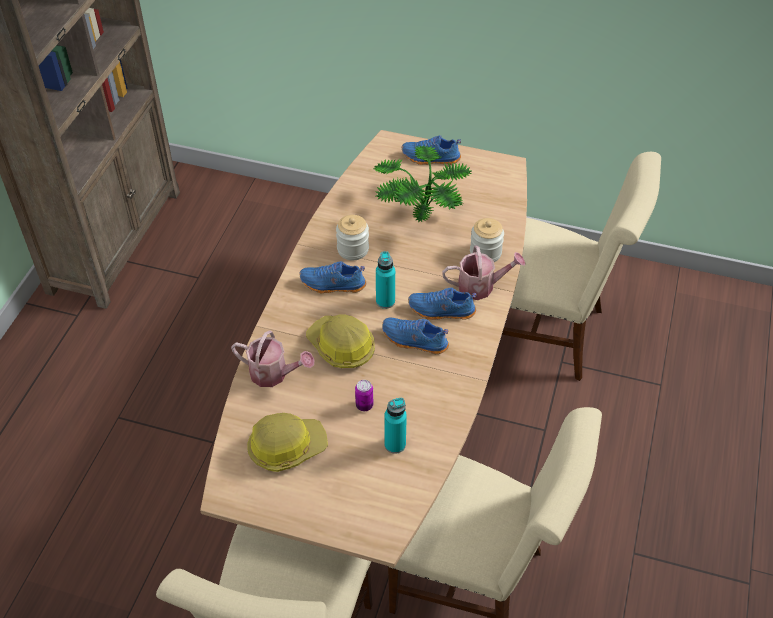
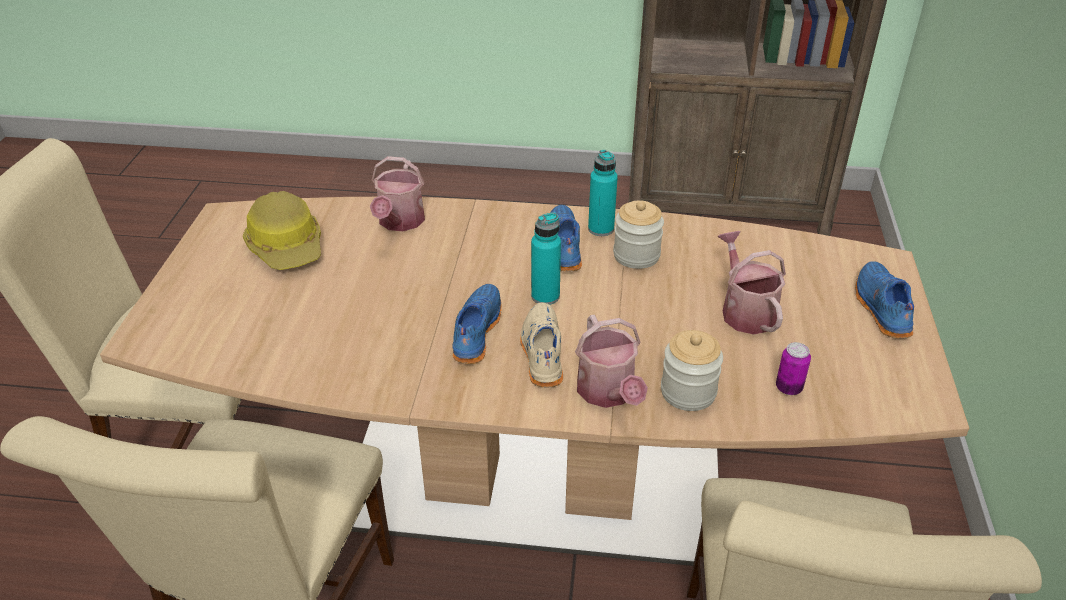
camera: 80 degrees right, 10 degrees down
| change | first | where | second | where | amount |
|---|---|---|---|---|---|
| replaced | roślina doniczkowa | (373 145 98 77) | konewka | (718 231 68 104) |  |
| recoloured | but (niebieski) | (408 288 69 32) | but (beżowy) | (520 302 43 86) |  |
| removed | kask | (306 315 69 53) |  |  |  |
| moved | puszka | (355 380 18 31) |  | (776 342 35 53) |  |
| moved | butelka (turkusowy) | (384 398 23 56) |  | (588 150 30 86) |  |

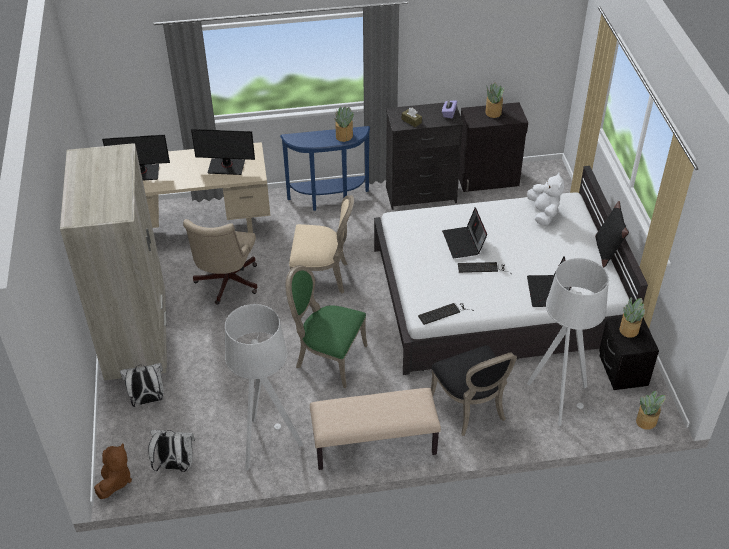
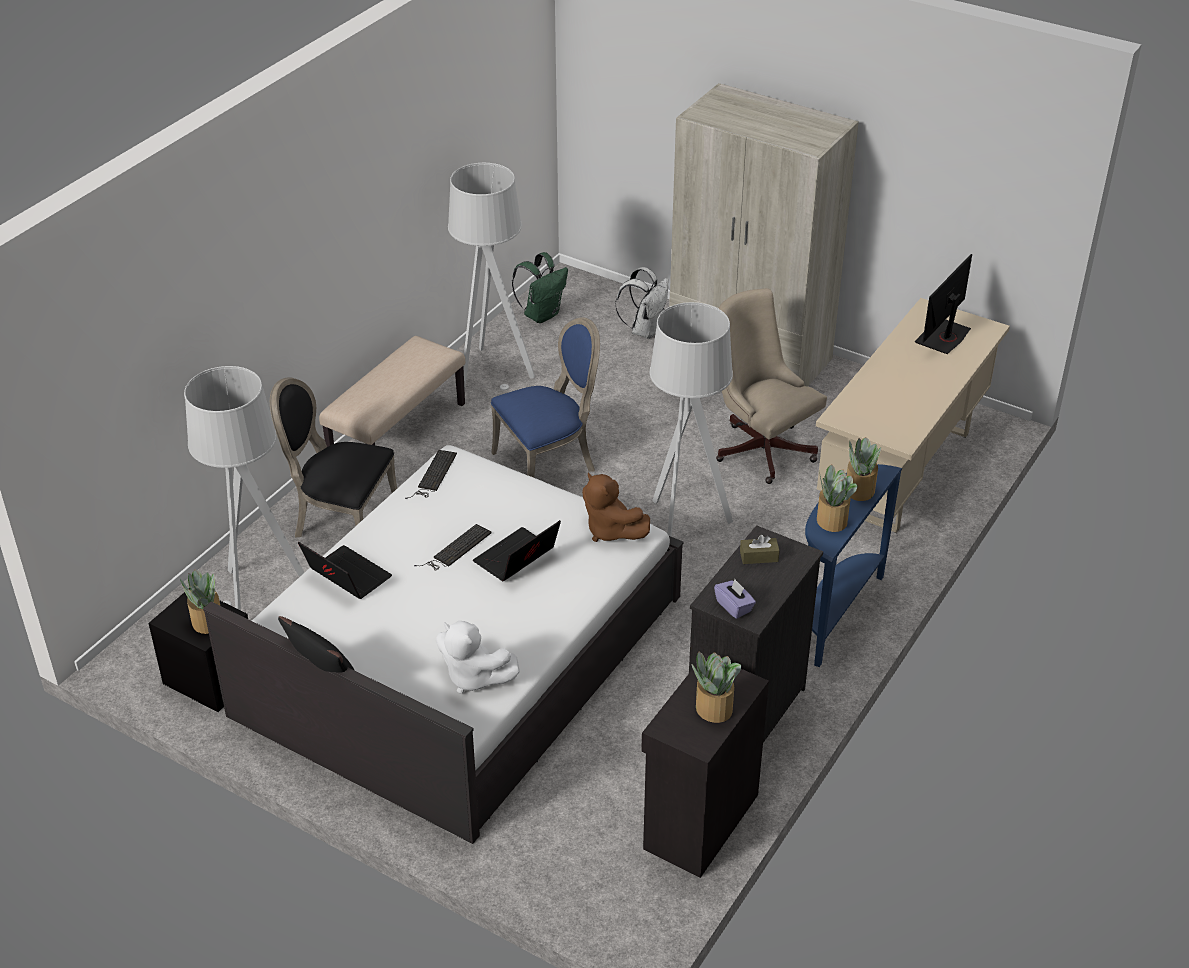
camera: 130 degrees right, 5 degrees down
| change | first | where | second | where | amount |
|---|---|---|---|---|---|
| removed | monitor | (191 129 64 46) |  |  |  |
| replaced | krzesło (beżowy) | (289 195 65 99) | lampa stojąca (szary) | (649 302 84 234) |  |
| turned | laptop | (442 207 45 51) |  | (473 520 88 61) | 75 degrees counterclockwise |
| recoloured | krzesło (zielony) | (286 265 82 123) | krzesło (niebieski) | (491 317 109 161) |  |
| moved | roślina doniczkowa | (636 390 30 40) |  | (847 437 35 64) |  |
| recoloured | plecak (biały) | (148 430 47 42) | plecak (zielony) | (512 252 56 71) |  |
| moved | pluszak (brązowy) | (94 443 38 56) |  | (582 472 68 70) |  |

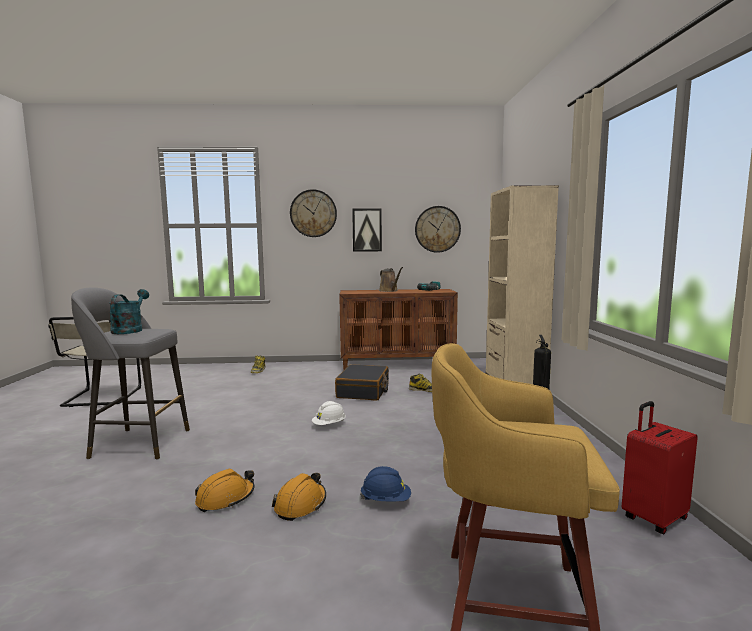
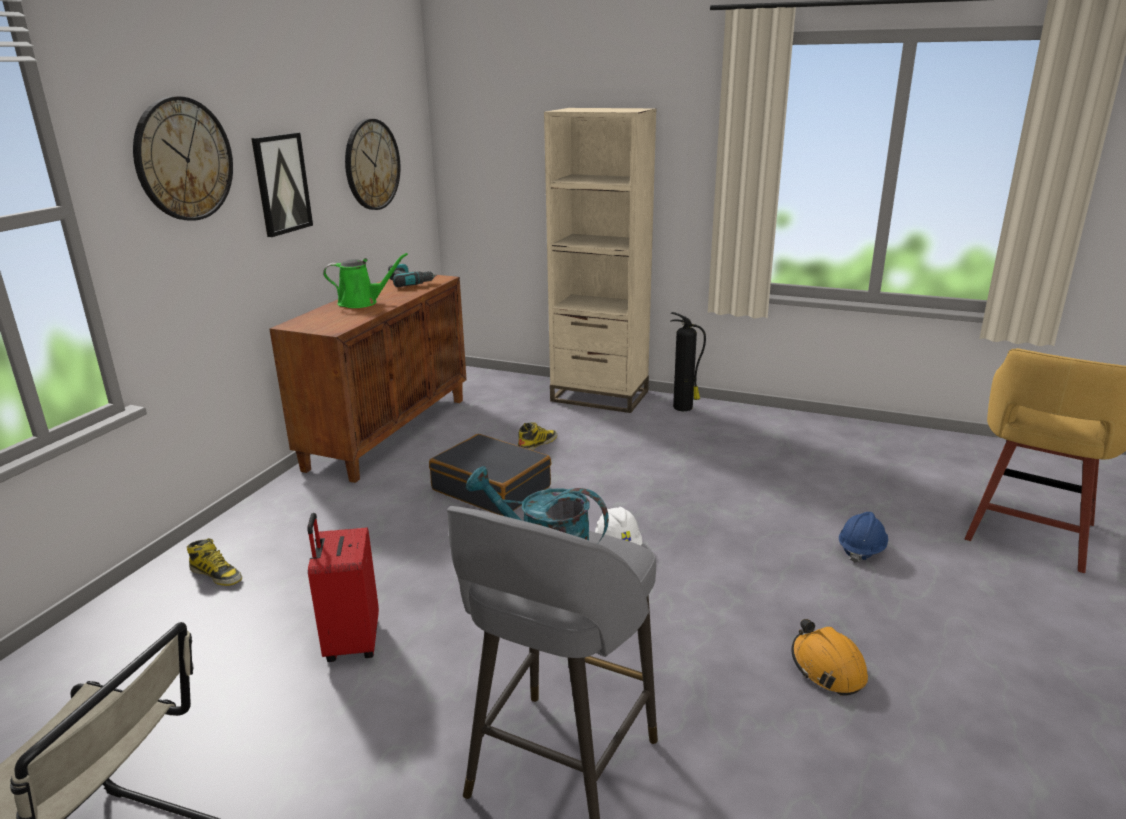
camera: 65 degrees left, 15 degrees up
| change | first | where | second | where | amount |
|---|---|---|---|---|---|
| recoloured | konewka (brązowy) | (379 267 24 25) | konewka (zielony) | (323 253 85 55) |  |
| moved | walizka (czerwony) | (622 401 76 133) |  | (307 513 72 149) |  |
| removed | kask (pomarańczowy) | (272 473 54 48) |  |  |  |

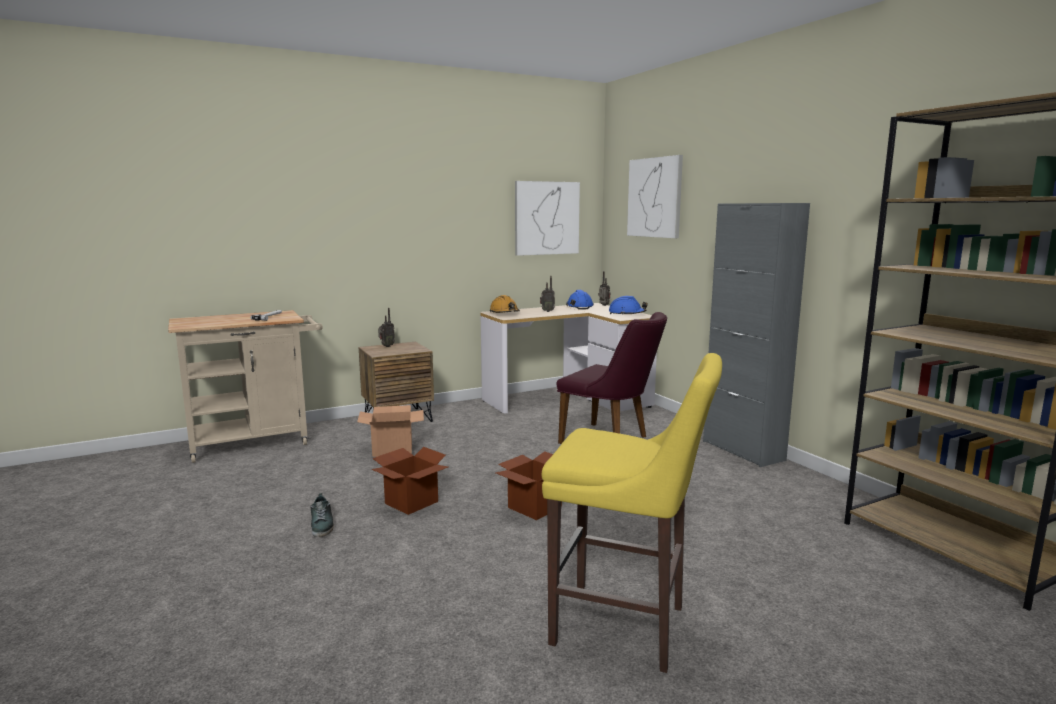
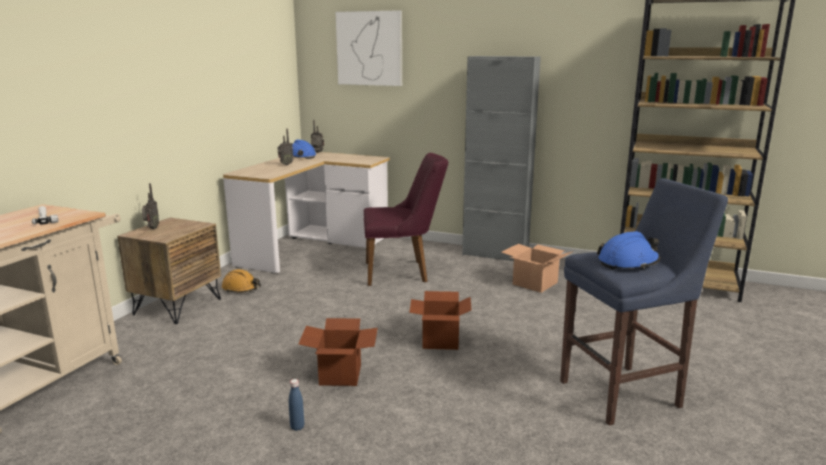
camera: 40 degrees left, 5 degrees up
| change | first | where | second | where | amount |
|---|---|---|---|---|---|
| removed | obraz | (515 181 65 75) |  |  |  |
| moved | kask (pomarańczowy) | (490 295 30 18) |  | (222 269 39 24) |  |
| moved | kask (niebieski) | (609 296 39 19) |  | (597 231 63 39) |  |
| recoloured | stołek (żółty) | (542 353 180 320) | stołek (niebieski) | (560 178 168 248) |  |
| moved | karton | (357 405 67 52) |  | (501 244 73 49) |  |
| replaced | but | (310 493 24 44) | butelka (niebieski) | (289 379 15 52) |  |

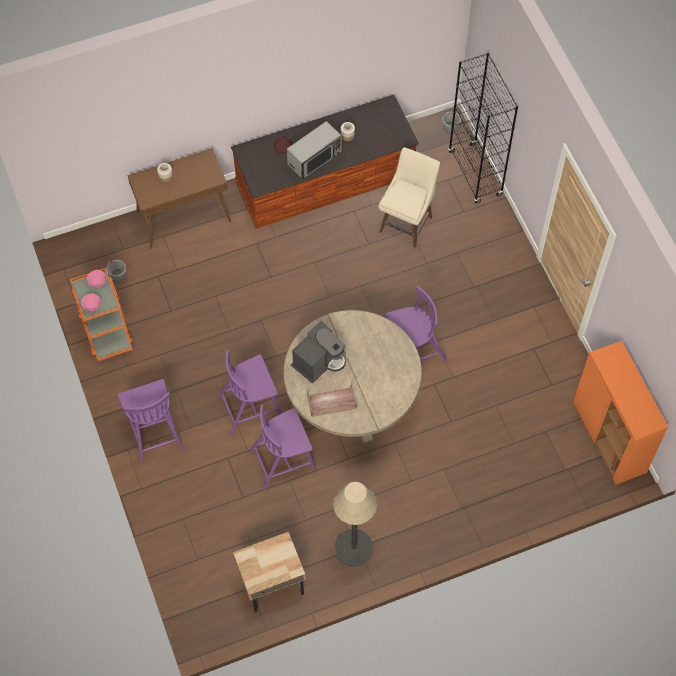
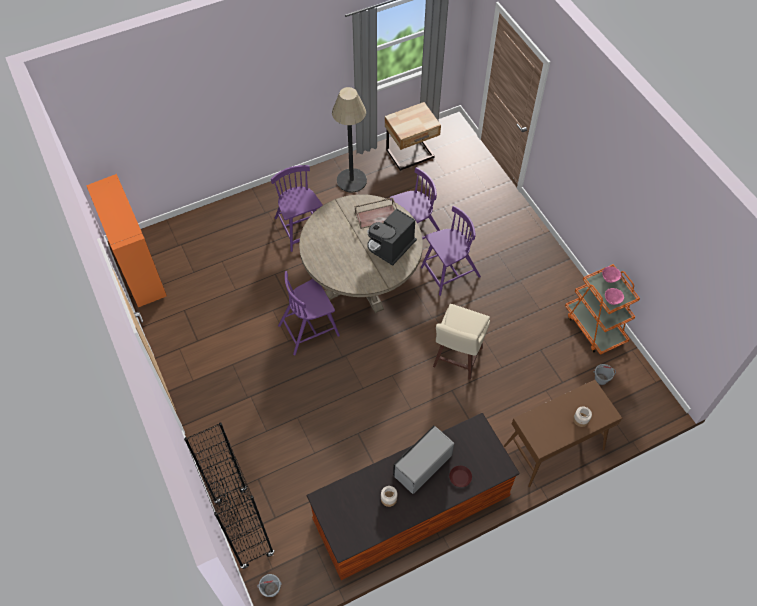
camera: 175 degrees right, 5 degrees down
| change | first | where | second | where | amount |
|---|---|---|---|---|---|
| moved | stołek (beżowy) | (378 148 62 100) |  | (433 304 57 76) |  |
| moved | krzesło (fioletowy) | (118 379 65 84) |  | (271 165 52 87) |  |

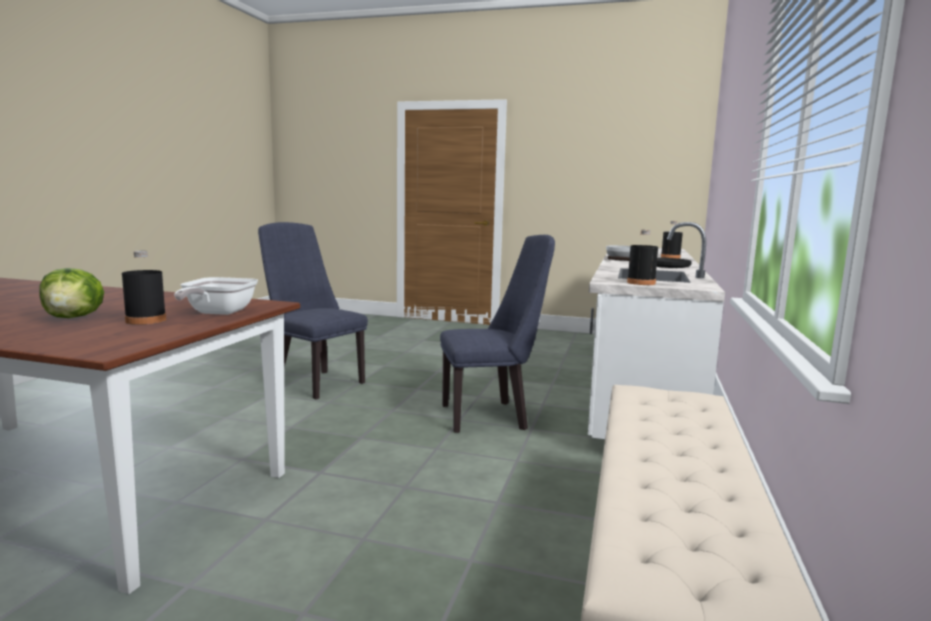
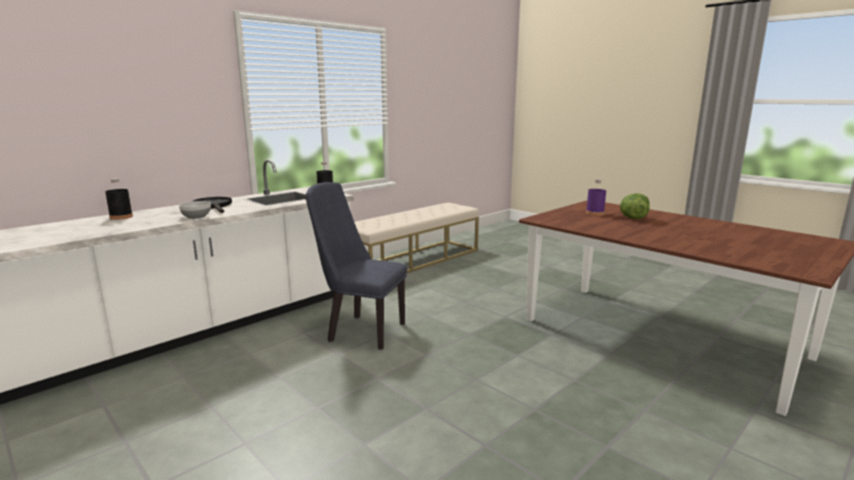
camera: 150 degrees left, 5 degrees up
| change | first | where | second | where | amount |
|---|---|---|---|---|---|
| removed | krzesło (niebieski) | (258 222 110 177) |  |  |  |
| recoloured | butelka (czarny) | (122 251 44 74) | butelka (fioletowy) | (586 180 20 36) |  |
| removed | patelnia | (174 277 84 38) |  |  |  |

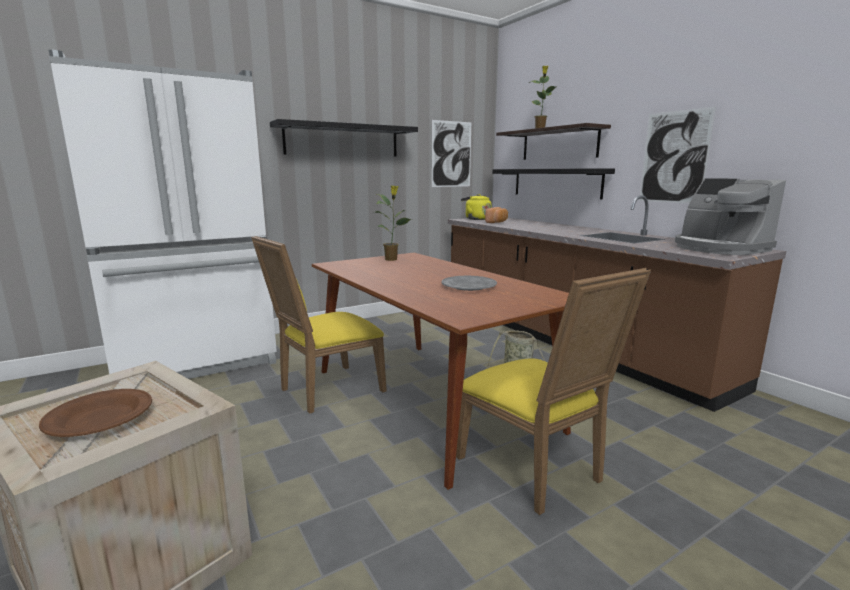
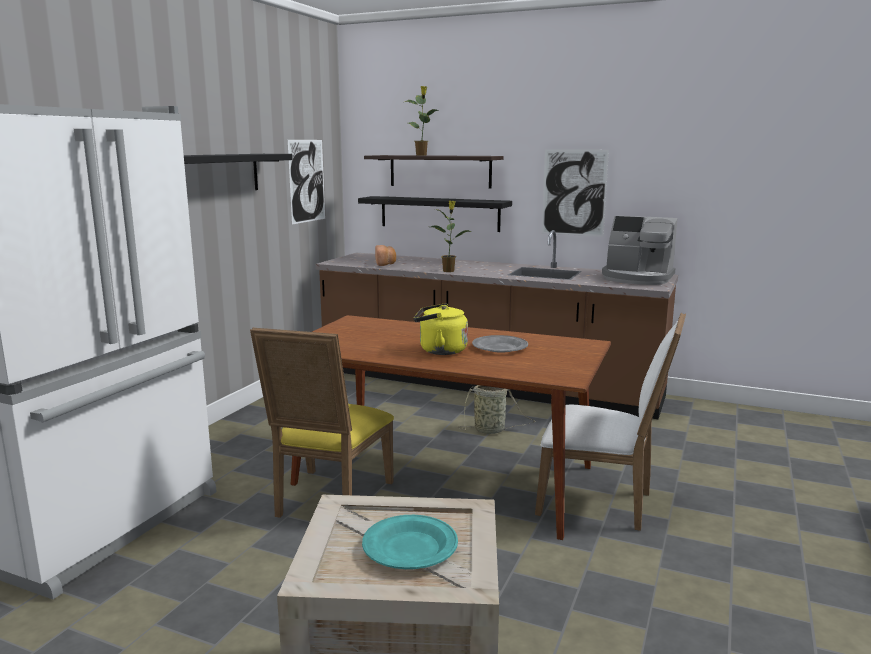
camera: 35 degrees left, 0 degrees up
| change | first | where | second | where | amount |
|---|---|---|---|---|---|
| moved | roślina doniczkowa | (374 185 39 76) |  | (431 201 41 71) |  |
| moved | czajnik (żółty) | (461 194 30 26) |  | (414 303 54 52) |  |
| recoloured | krzesło (żółty) | (456 268 195 247) | krzesło (biały) | (535 312 151 219) |  |
| recoloured | talerz (brązowy) | (39 389 113 48) | talerz (turkusowy) | (362 515 96 54) |  |

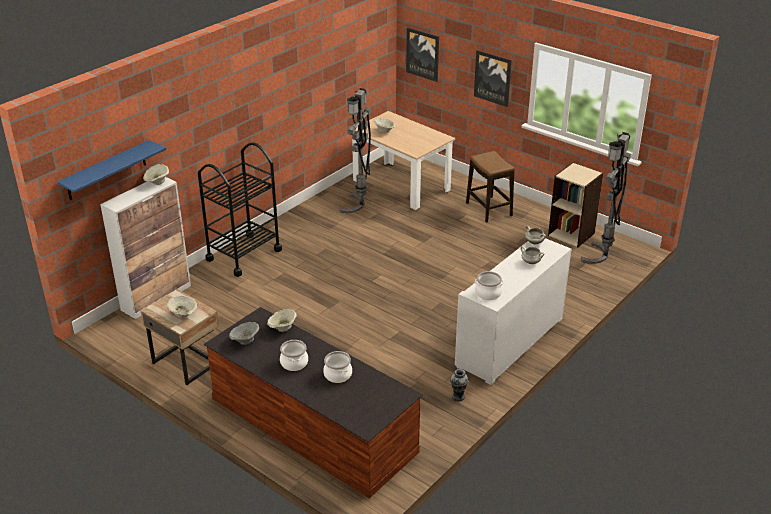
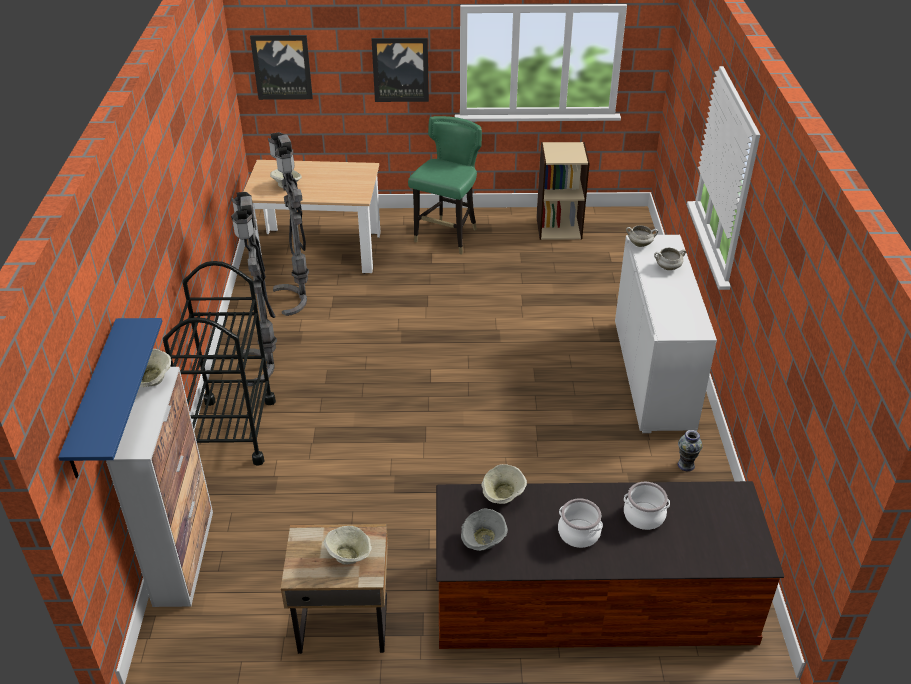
camera: 40 degrees left, 5 degrees up
| change | first | where | second | where | amount |
|---|---|---|---|---|---|
| moved | lampa stojąca (szary) | (581 132 50 132) |  | (231 192 46 194) |  |
| replaced | stołek | (466 151 49 72) | krzesło (zielony) | (408 116 74 138) |  |
| removed | garnek | (475 271 29 29) |  |  |  |

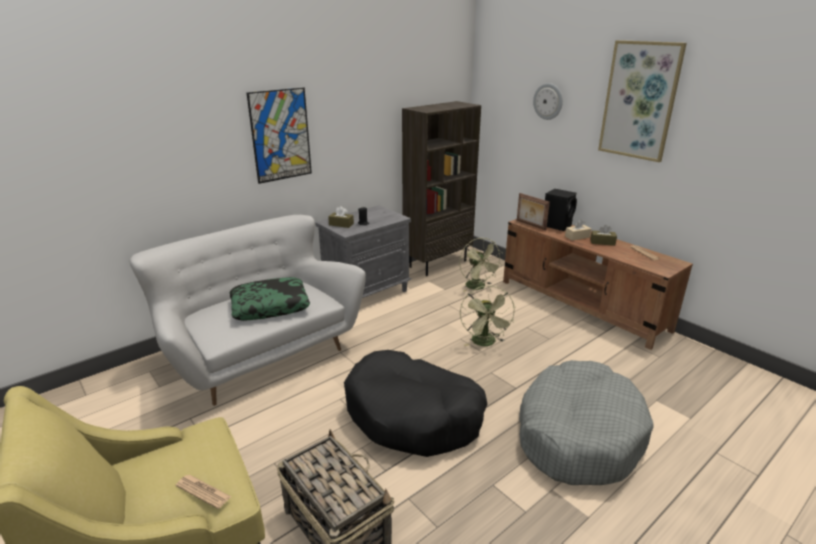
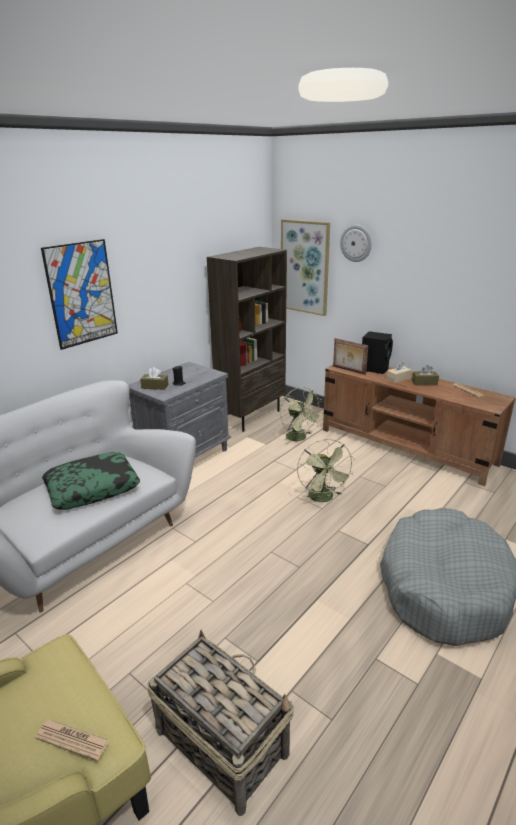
camera: 10 degrees left, 0 degrees up
| change | first | where | second | where | amount |
|---|---|---|---|---|---|
| moved | obraz | (598 40 89 122) |  | (281 219 49 97) |  |
| removed | legowisko (czarny) | (344 350 143 107) |  |  |  |

